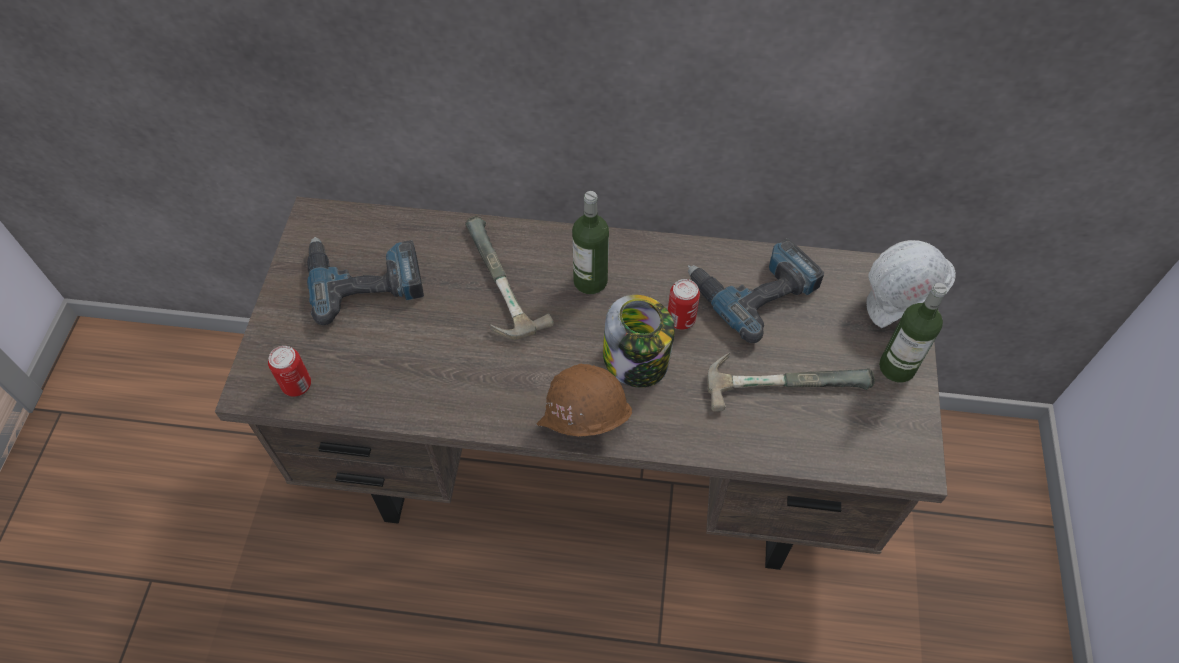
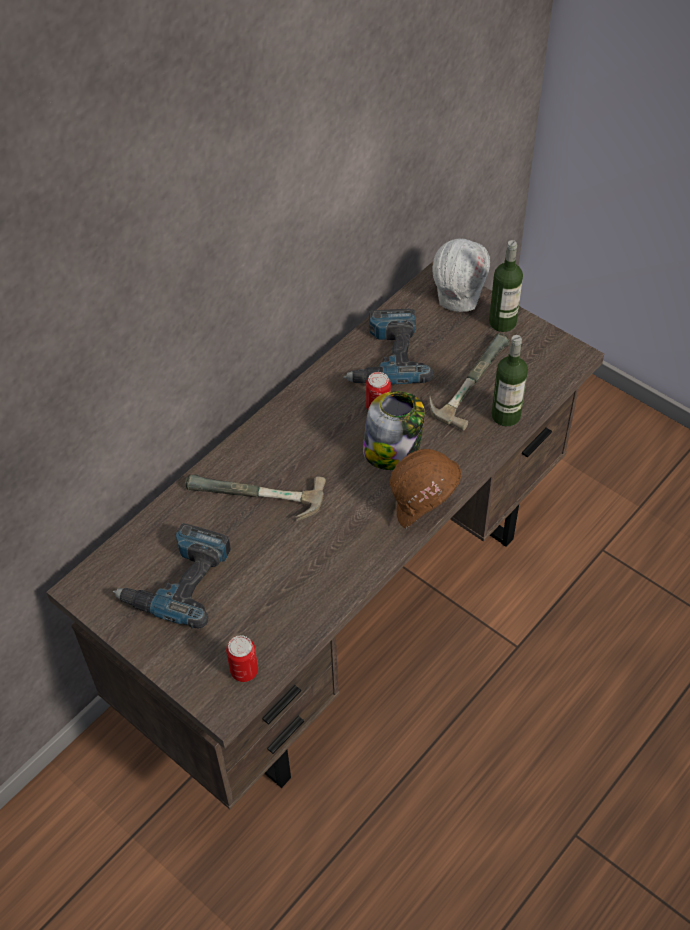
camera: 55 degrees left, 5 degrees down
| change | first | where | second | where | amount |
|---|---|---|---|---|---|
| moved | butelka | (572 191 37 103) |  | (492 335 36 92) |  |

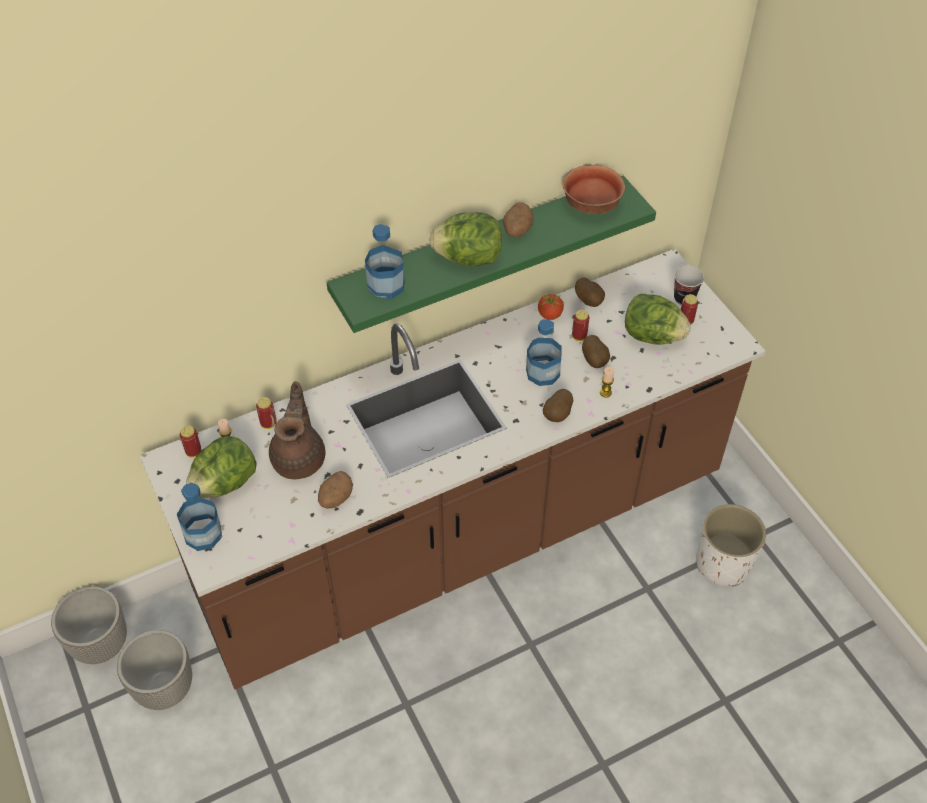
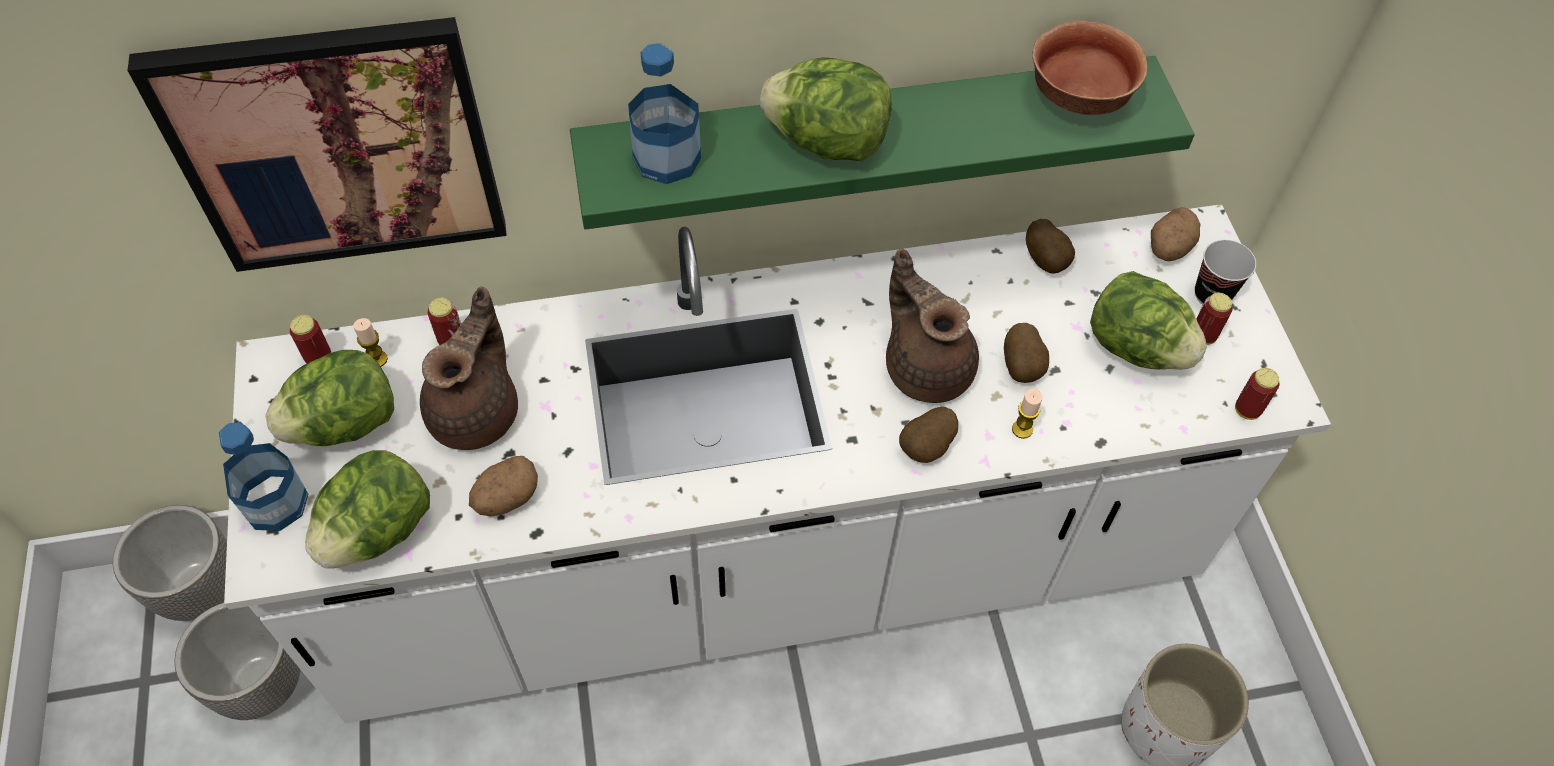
camera: 15 degrees right, 5 degrees up
| change | first | where | second | where | amount |
|---|---|---|---|---|---|
| moved | ziemniak | (503 202 31 35) |  | (1151 207 49 54) |  |
| recoloured | zabudowa kuchenna (brązowy) | (140 249 625 441) | zabudowa kuchenna (biały) | (224 204 1107 519) |  |
| removed | pomidor | (538 293 27 27) |  |  |  |
| moved | puszka | (572 310 17 31) |  | (1235 368 44 52) |  |
| replaced | butelka | (526 319 35 67) | imbryk (brązowy) | (886 249 93 154) |  |
| added |  |  | obraz | (128 17 379 255) |  |
| added |  |  | sałata | (305 450 125 118) |  |

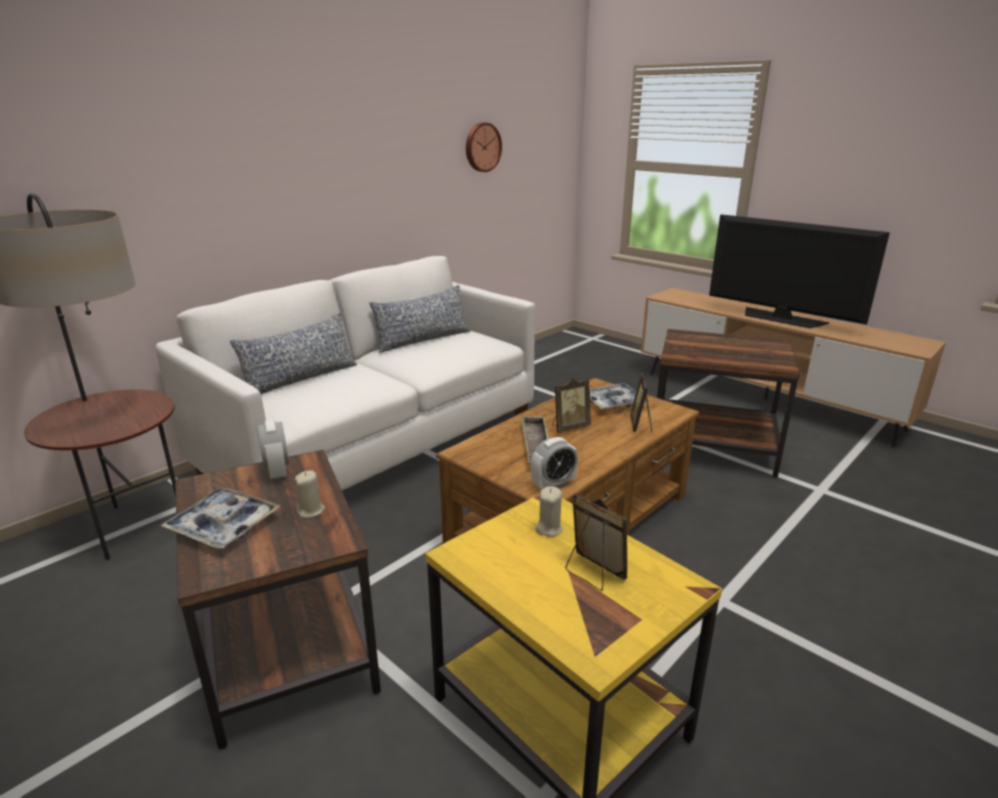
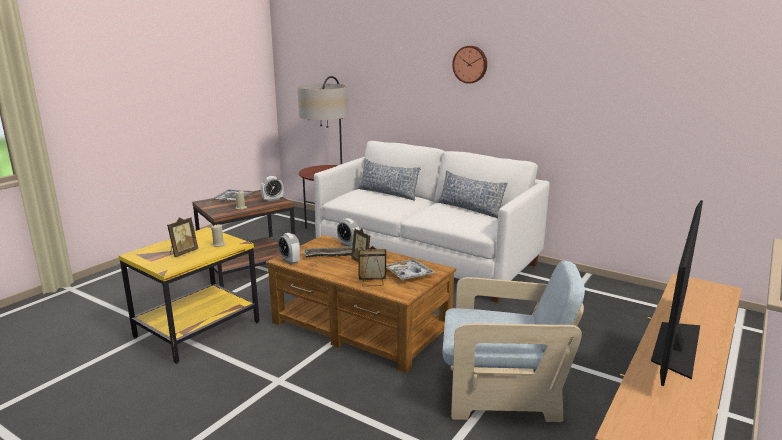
camera: 80 degrees right, 5 degrees down
| change | first | where | second | where | amount |
|---|---|---|---|---|---|
| moved | zegar ścienny | (466 123 36 49) |  | (452 46 35 38) |  |
| replaced | stolik (brązowy) | (657 329 143 149) | fotel (beżowy) | (443 261 142 161) |  |
| added |  |  | budzik | (337 218 23 29) |  |

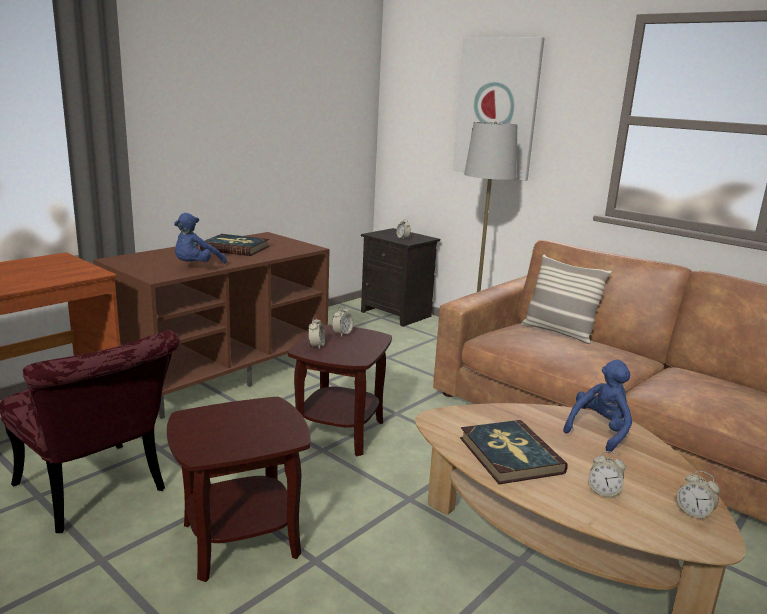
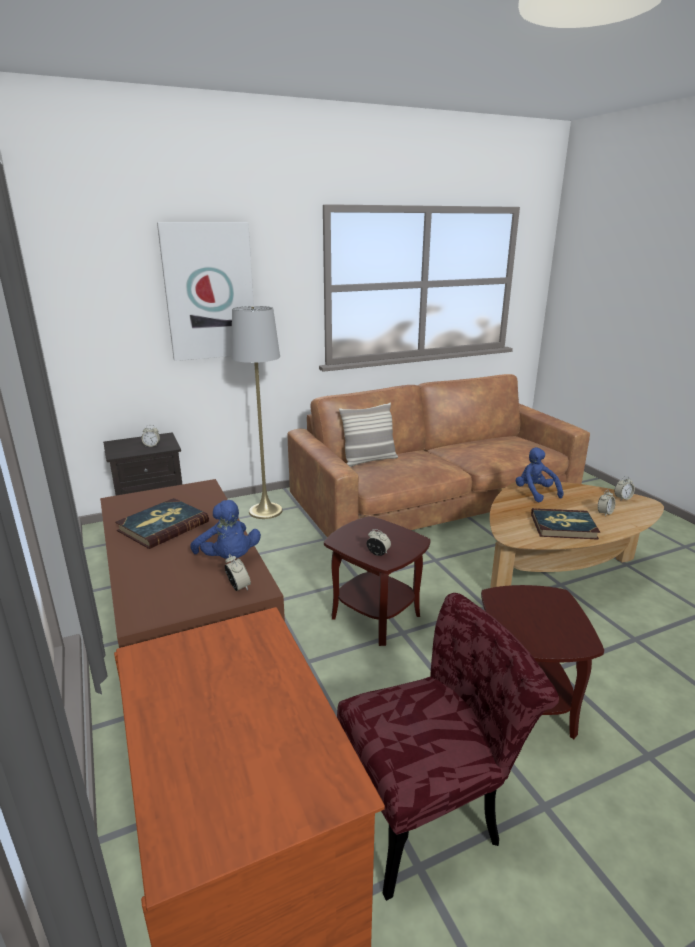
camera: 65 degrees left, 5 degrees up
| change | first | where | second | where | amount |
|---|---|---|---|---|---|
| moved | budzik | (332 305 22 31) |  | (225 554 26 37) |  |

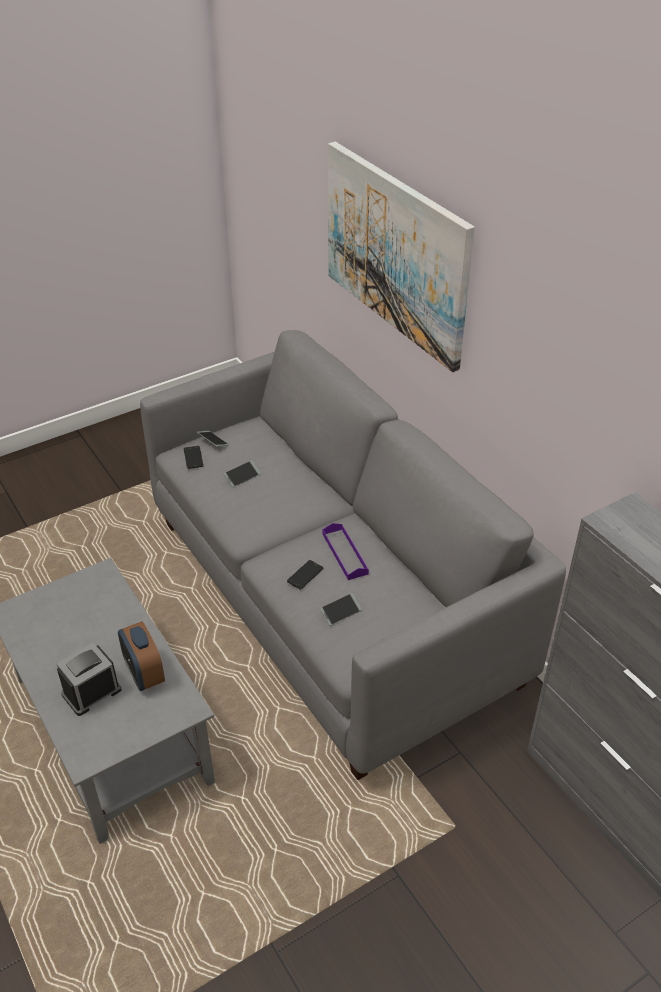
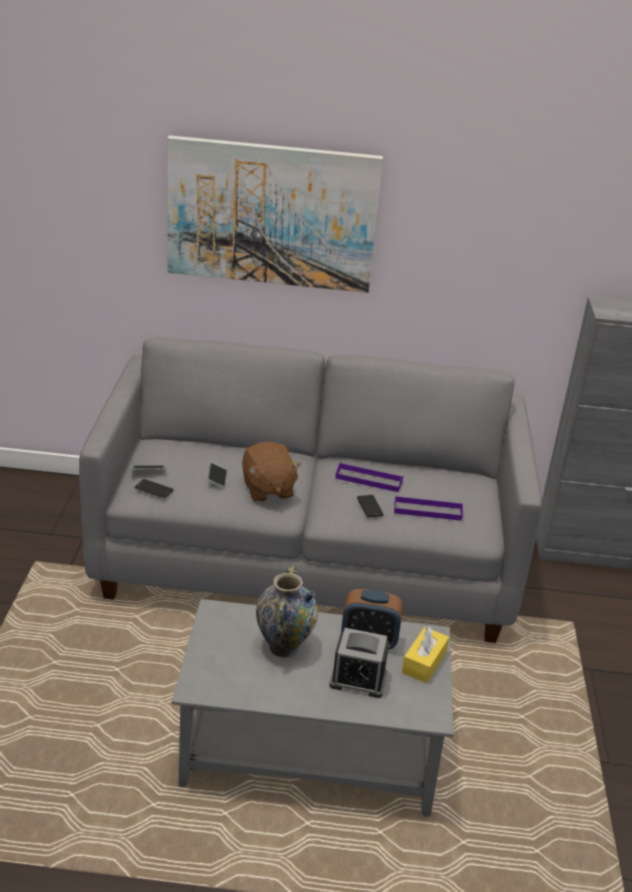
camera: 55 degrees left, 10 degrees down
| change | first | where | second | where | amount |
|---|---|---|---|---|---|
| replaced | telefon | (320 593 42 33) | taca (fioletowy) | (394 496 69 25) |  |
| turned | budzik | (56 643 65 73) |  | (329 628 60 70) | 75 degrees counterclockwise |
| added |  |  | pluszak (brązowy) | (242 442 59 60) |  |
| added |  |  | wazon | (256 565 62 93) |  |
| added |  |  | pudełko chusteczek (żółty) | (402 626 47 57) |  |

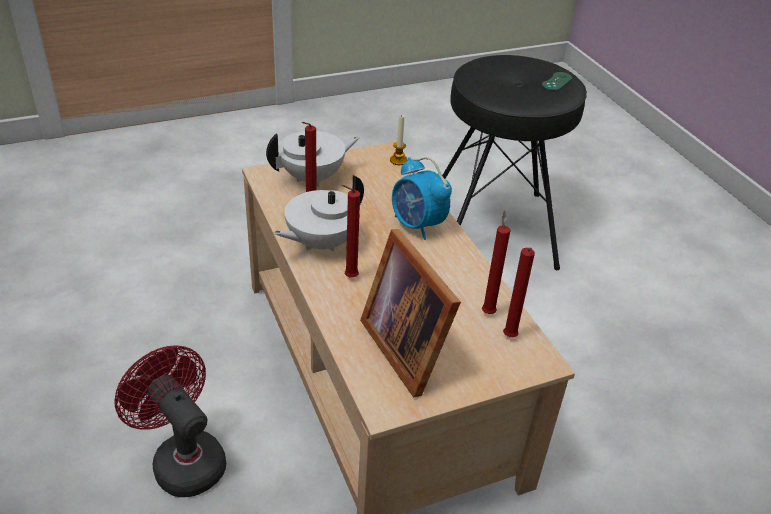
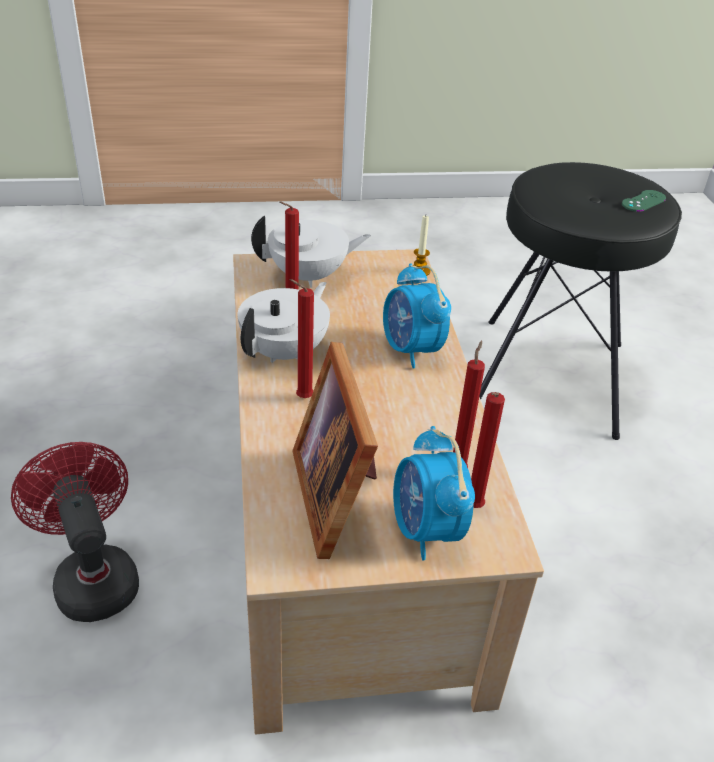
camera: 15 degrees right, 0 degrees up
| change | first | where | second | where | amount |
|---|---|---|---|---|---|
| turned | imbryk (biały) | (273 175 91 76) |  | (238 282 92 81) | 150 degrees clockwise |
| added |  |  | budzik | (393 426 82 135) |  |

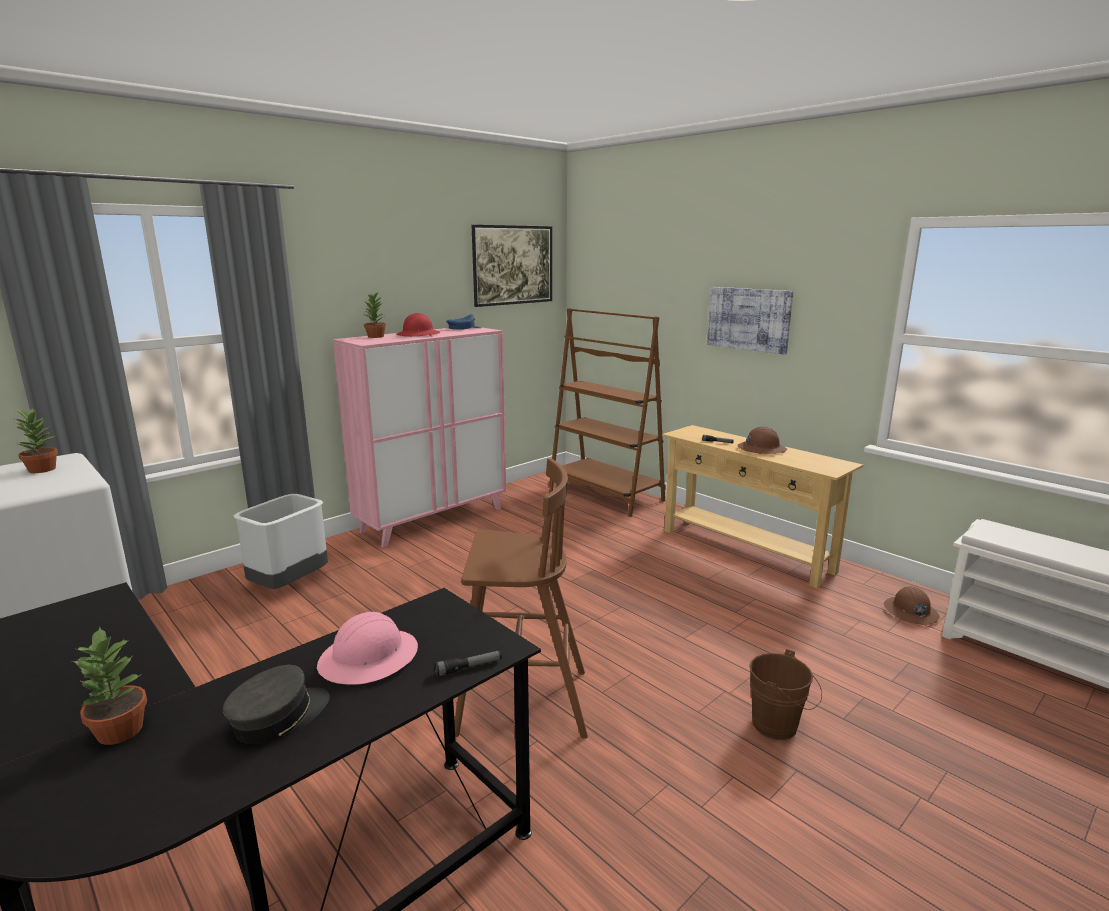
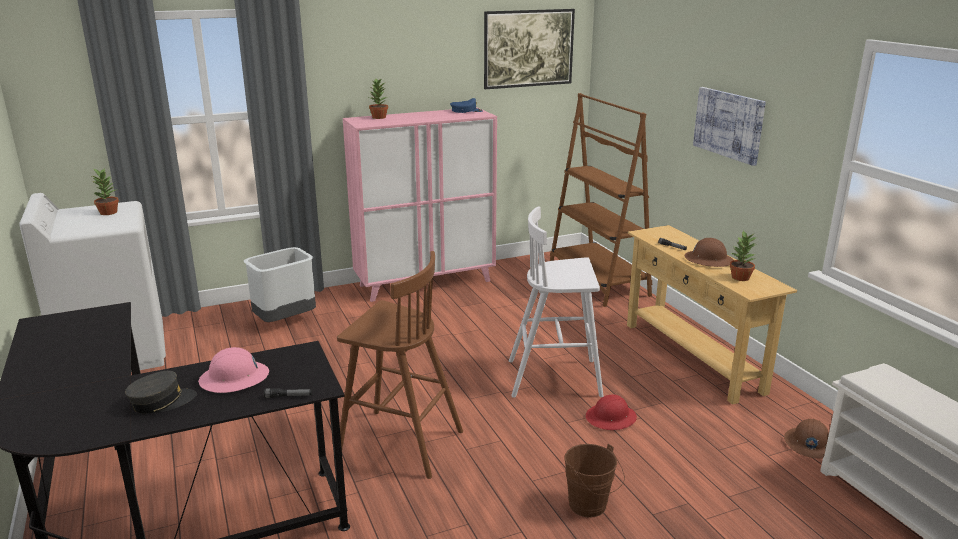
camera: 20 degrees right, 5 degrees up
| change | first | where | second | where | amount |
|---|---|---|---|---|---|
| moved | kask (czerwony) | (396 313 44 23) |  | (586 394 51 36) |  |
| moved | roślina doniczkowa | (72 627 75 118) |  | (730 230 27 51) |  |
| added |  |  | stołek (biały) | (509 207 94 191) |  |

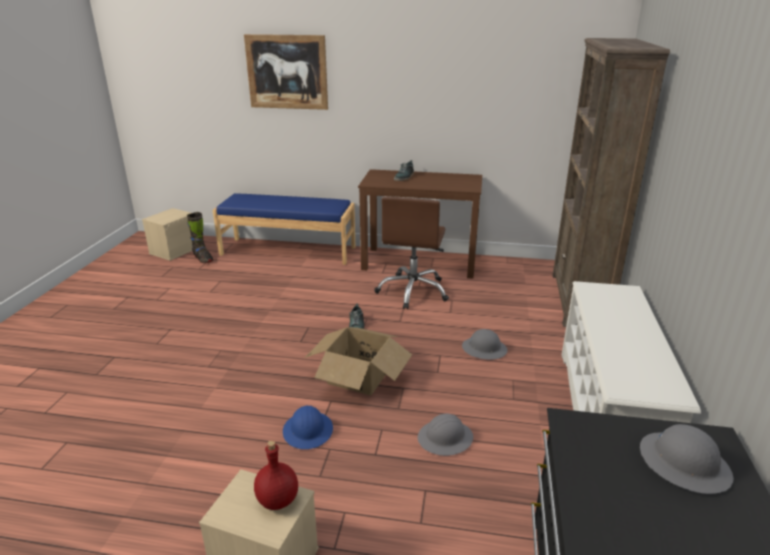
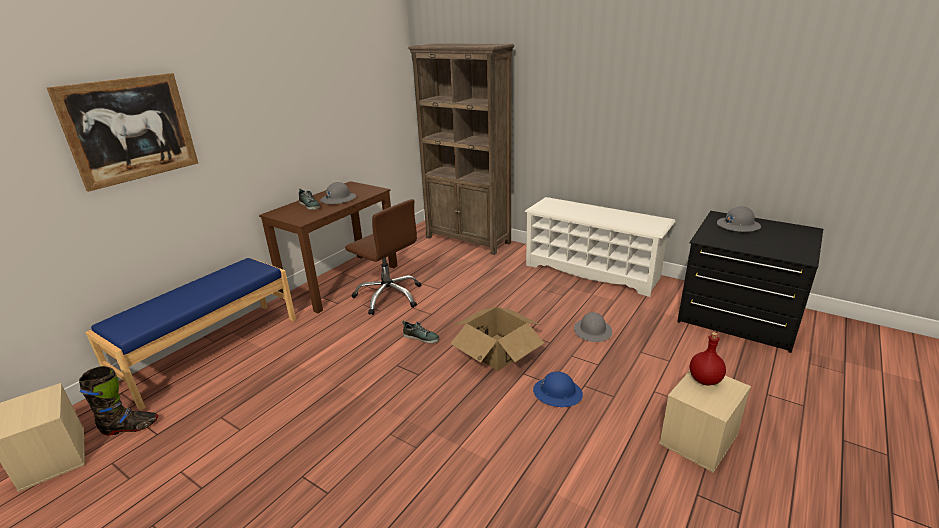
camera: 65 degrees left, 0 degrees up
| change | first | where | second | where | amount |
|---|---|---|---|---|---|
| moved | kask (szary) | (462 329 45 31) |  | (321 182 35 22) |  |

